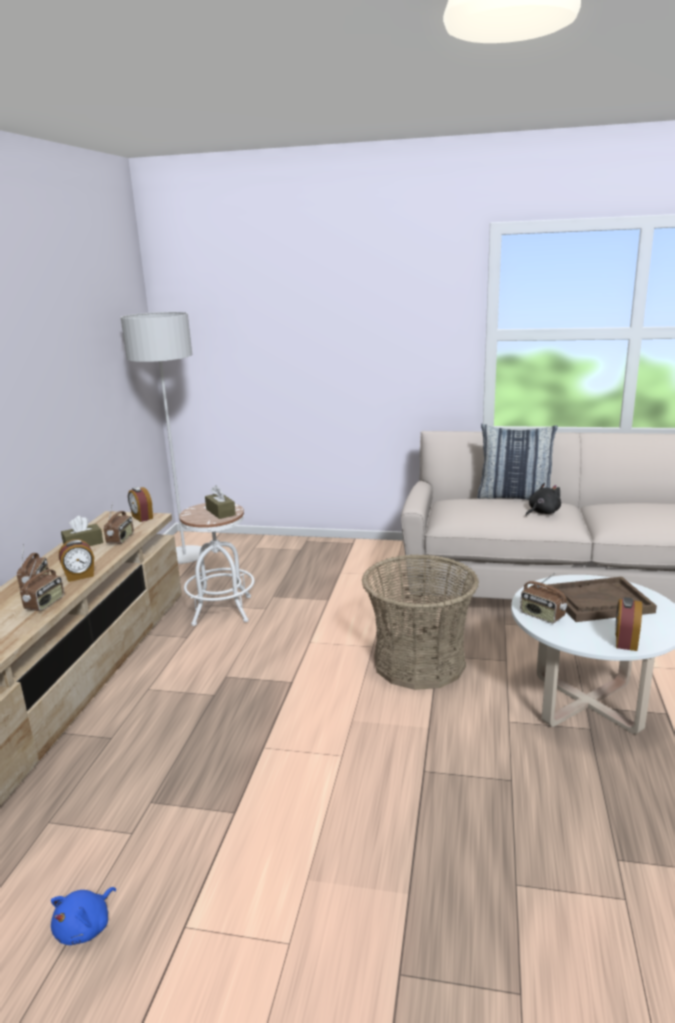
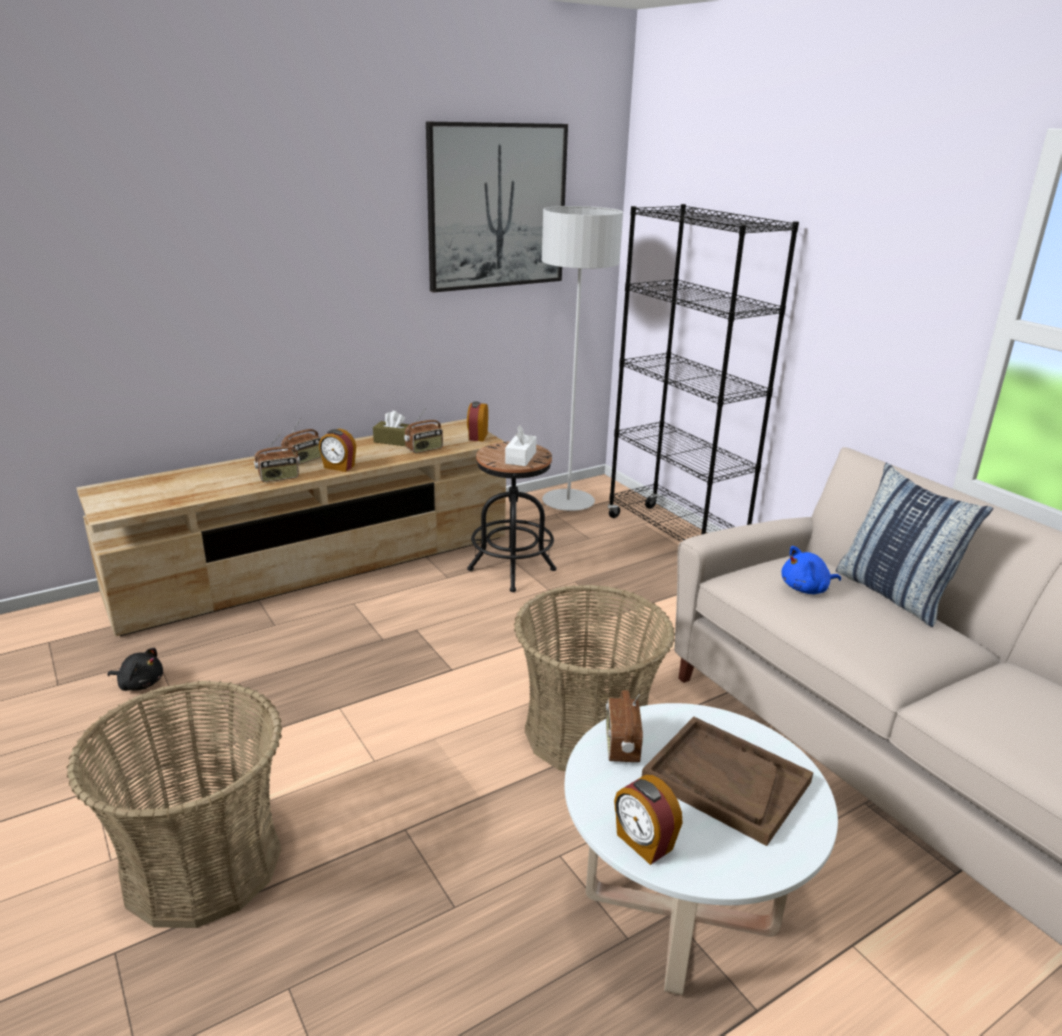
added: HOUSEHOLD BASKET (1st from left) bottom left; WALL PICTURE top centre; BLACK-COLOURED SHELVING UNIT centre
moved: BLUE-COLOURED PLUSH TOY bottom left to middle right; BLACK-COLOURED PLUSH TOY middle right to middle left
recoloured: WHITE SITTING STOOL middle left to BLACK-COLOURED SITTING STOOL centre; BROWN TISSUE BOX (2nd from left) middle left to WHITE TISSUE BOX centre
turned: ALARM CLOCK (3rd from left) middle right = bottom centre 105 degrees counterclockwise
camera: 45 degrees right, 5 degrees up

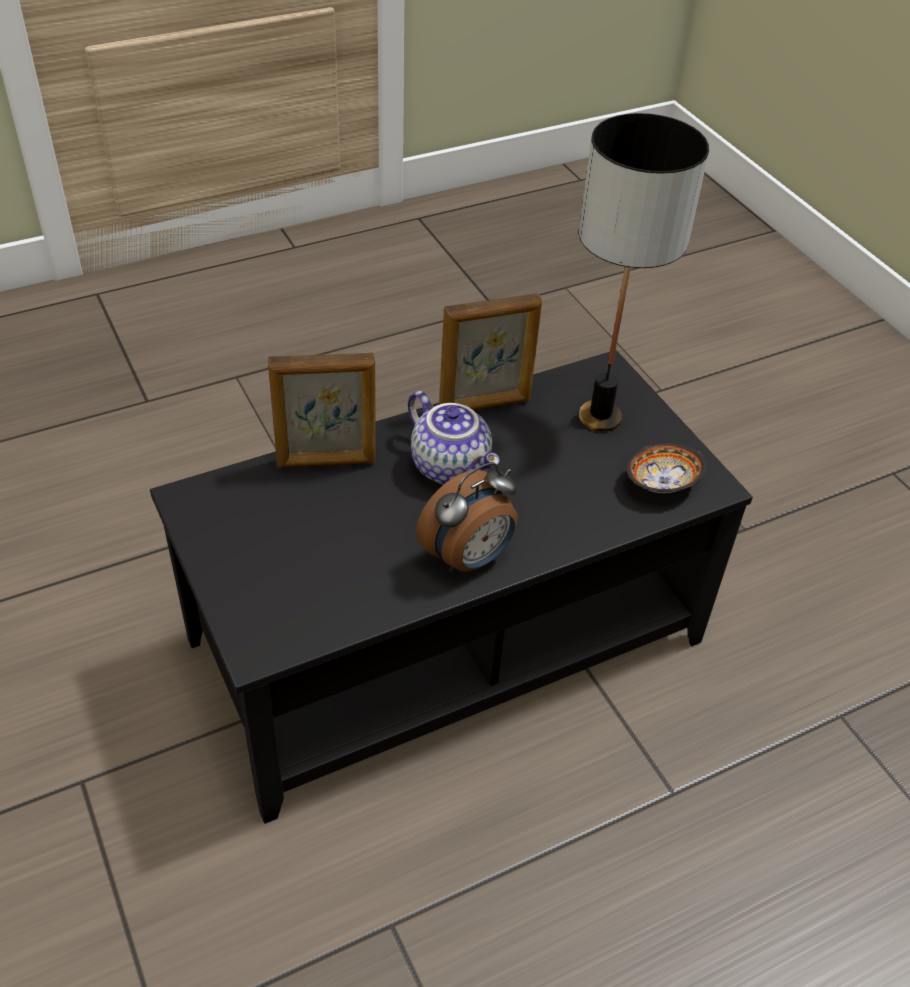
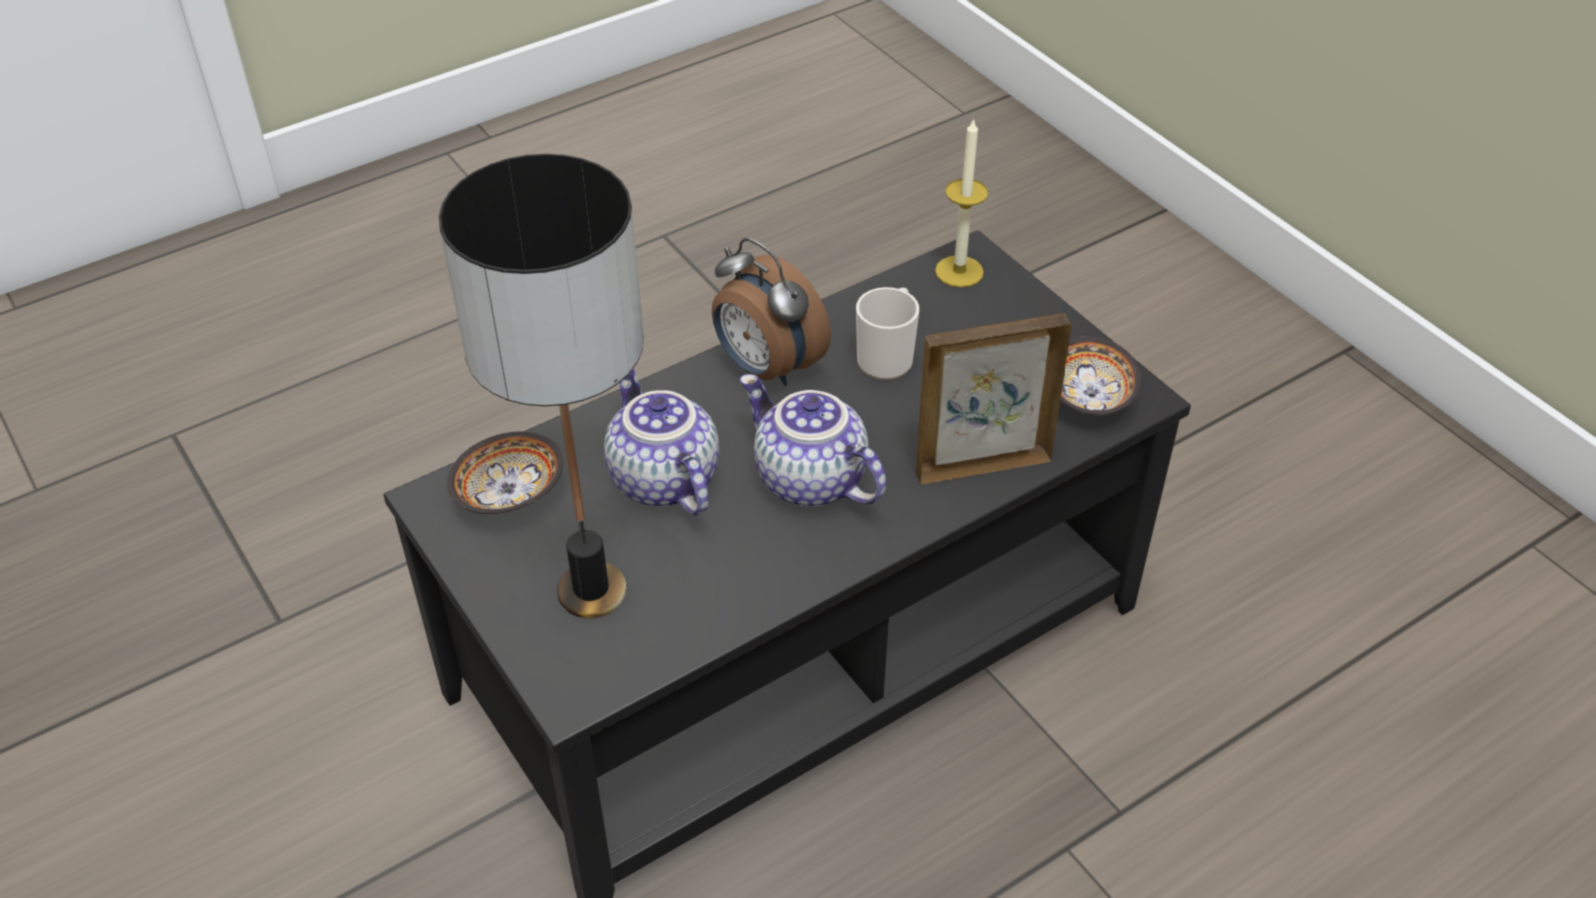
removed: PHOTO FRAME (2nd from left) centre
added: POT FOR TEA (1st from left) centre; MUG centre; WAX CANDLE top centre; BOWL (2nd from left) middle right
turned: ALARM CLOCK centre = centre 90 degrees counterclockwise
camera: 175 degrees right, 0 degrees up

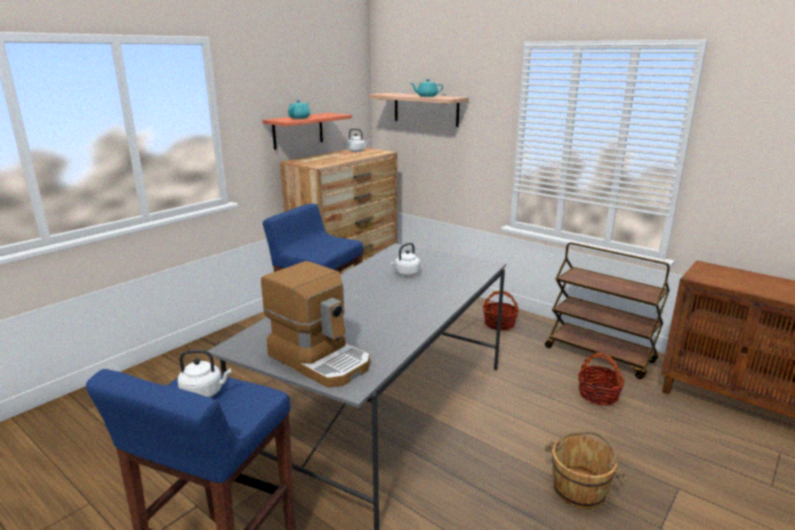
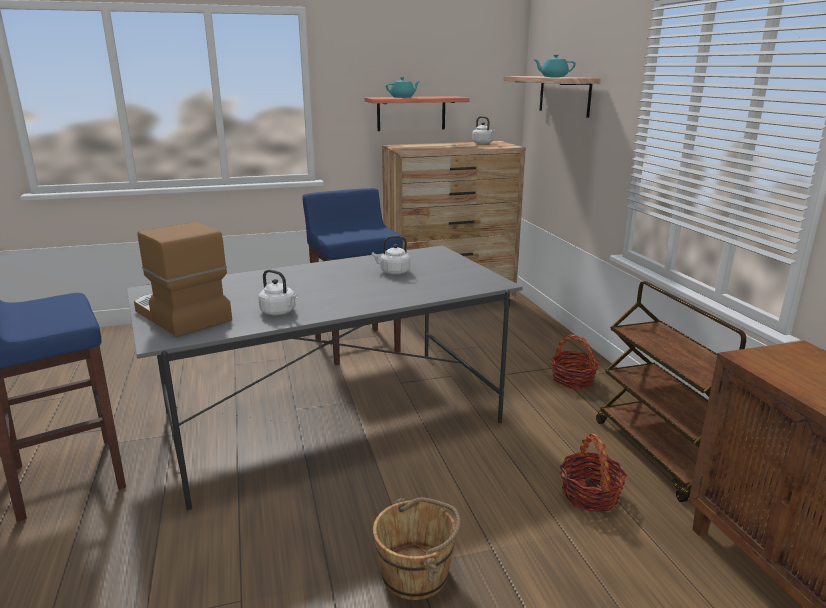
moved: WHITE WATER KETTLE (1st from left) bottom left to centre
turned: COFFEE MACHINE centre = middle left 150 degrees clockwise
camera: 35 degrees right, 0 degrees up

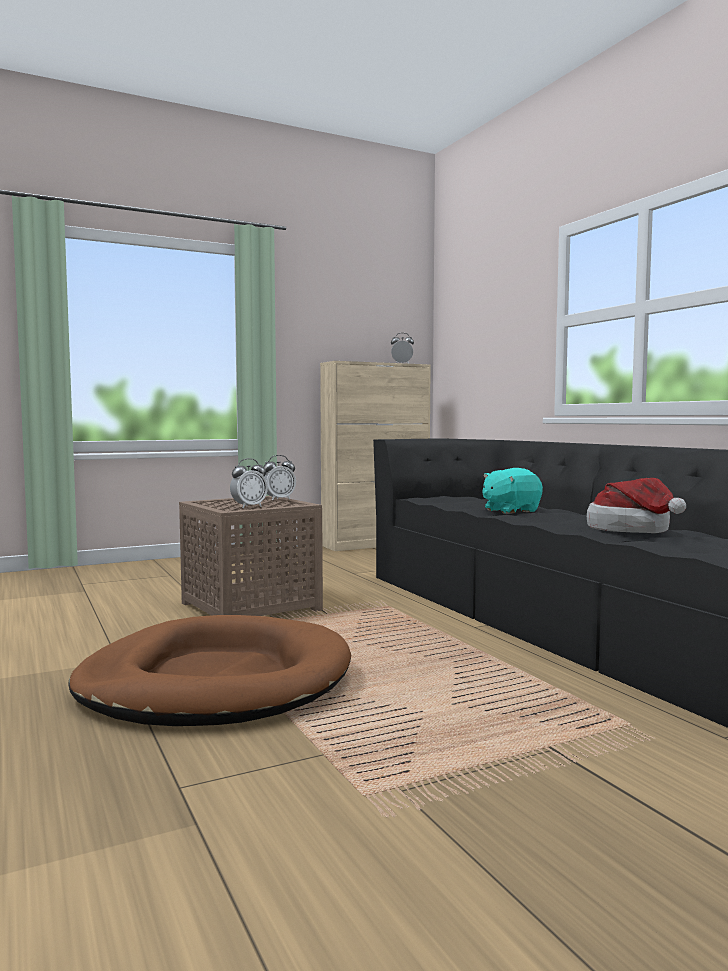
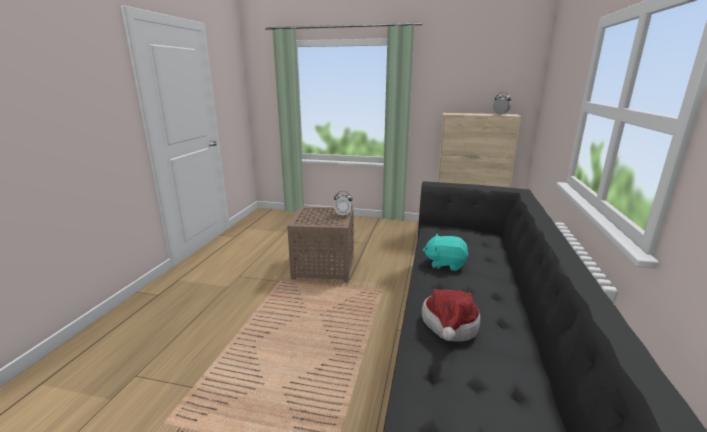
removed: BROWN PET BED bottom left; ALARM CLOCK (1st from left) centre
camera: 40 degrees right, 15 degrees up

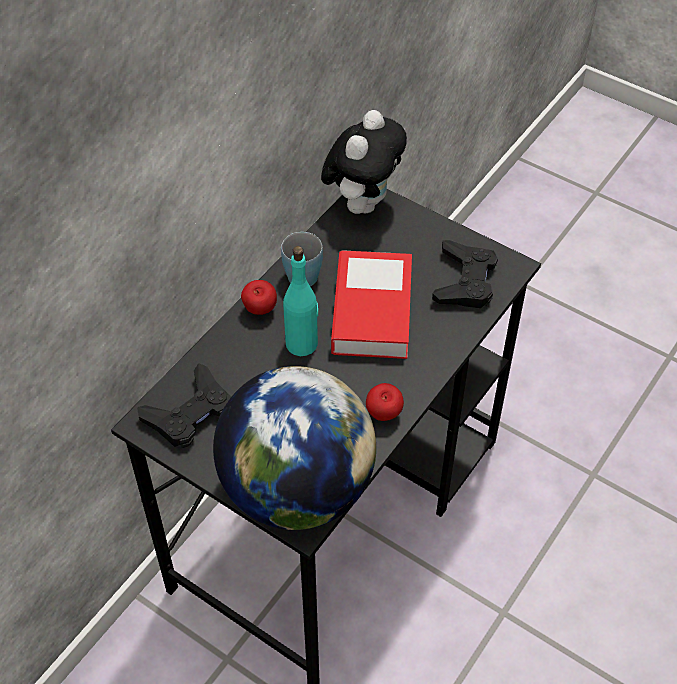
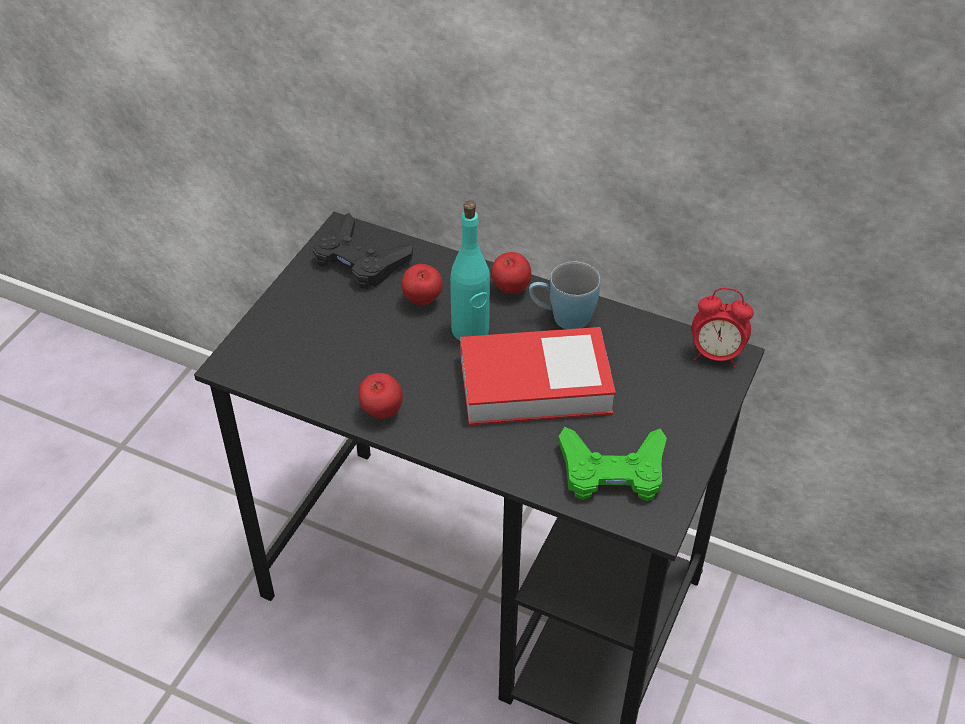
removed: WORLD GLOBE centre
added: APPLE (2nd from left) centre
replaced: PLUSH TOY top centre to ALARM CLOCK middle right
recoloured: BLACK-COLOURED GAMEPAD (2nd from left) middle right to GREENISH GAMEPAD centre
camera: 80 degrees right, 5 degrees down

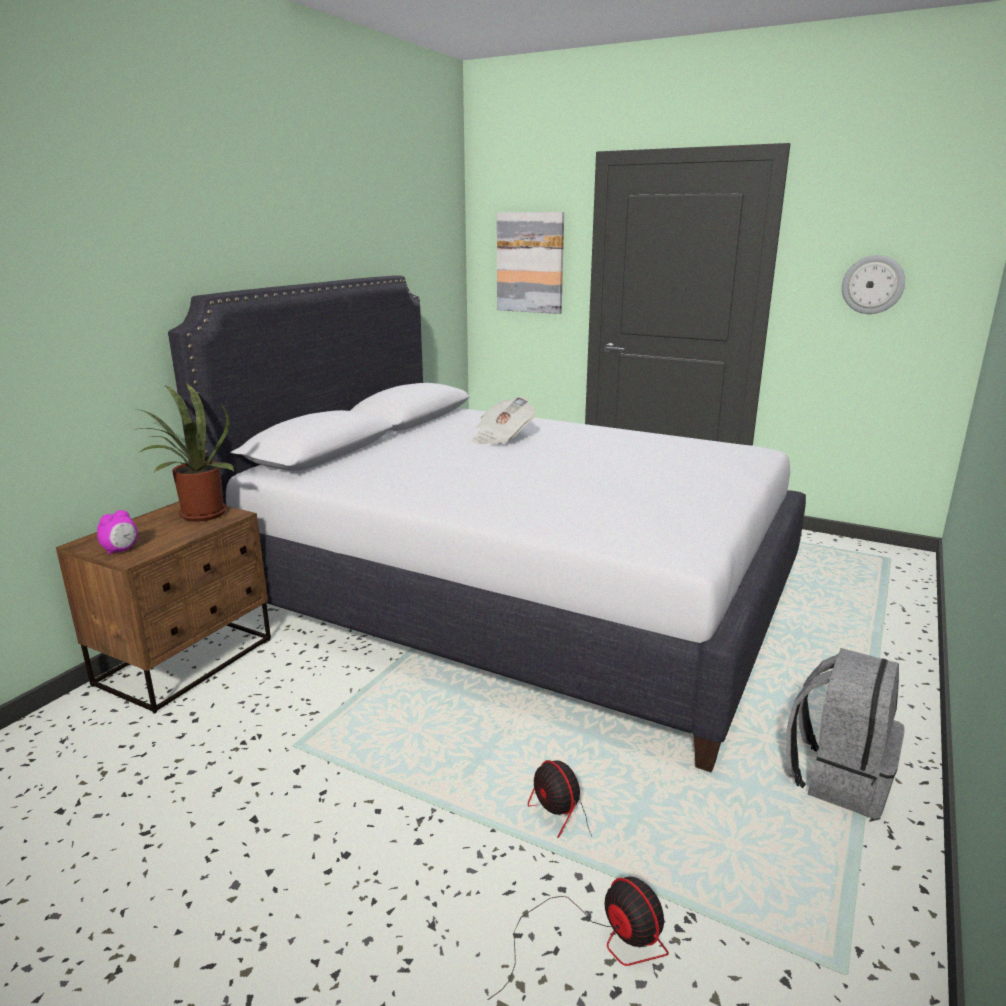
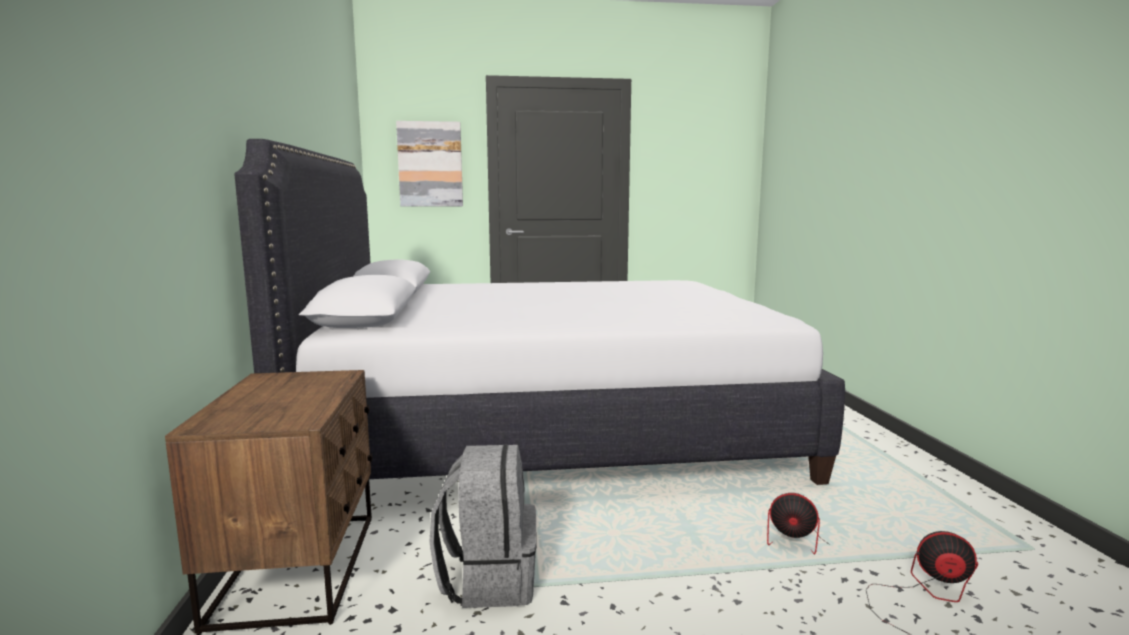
removed: ALARM CLOCK middle left; HOUSEPLANT middle left; PRINTED PAPER centre; WALL CLOCK top right
moved: GRAY KNAPSACK bottom right to bottom centre
camera: 35 degrees left, 10 degrees down

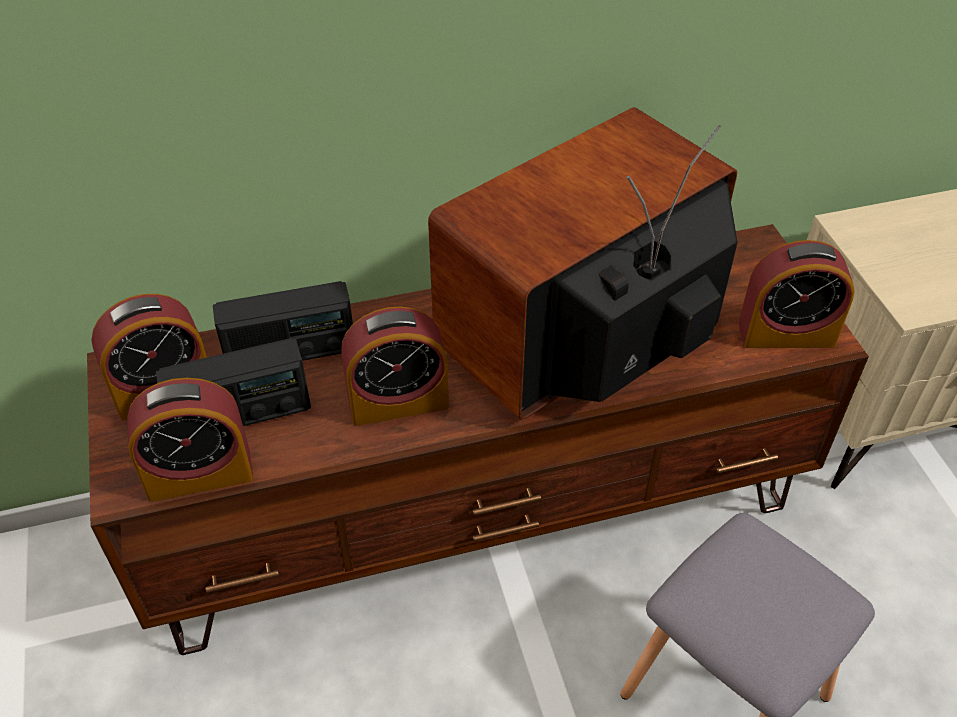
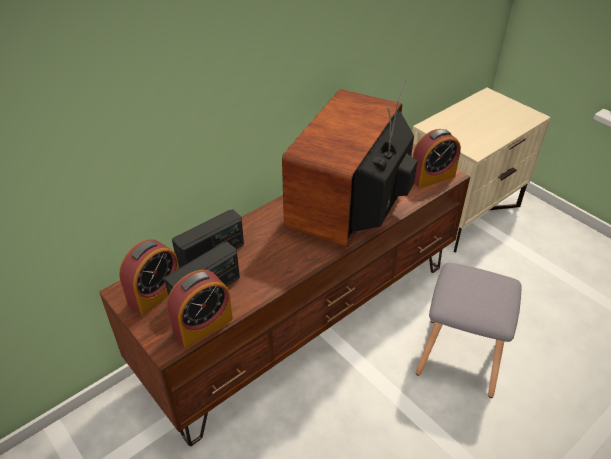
removed: ALARM CLOCK (3rd from left) centre
camera: 25 degrees left, 5 degrees down

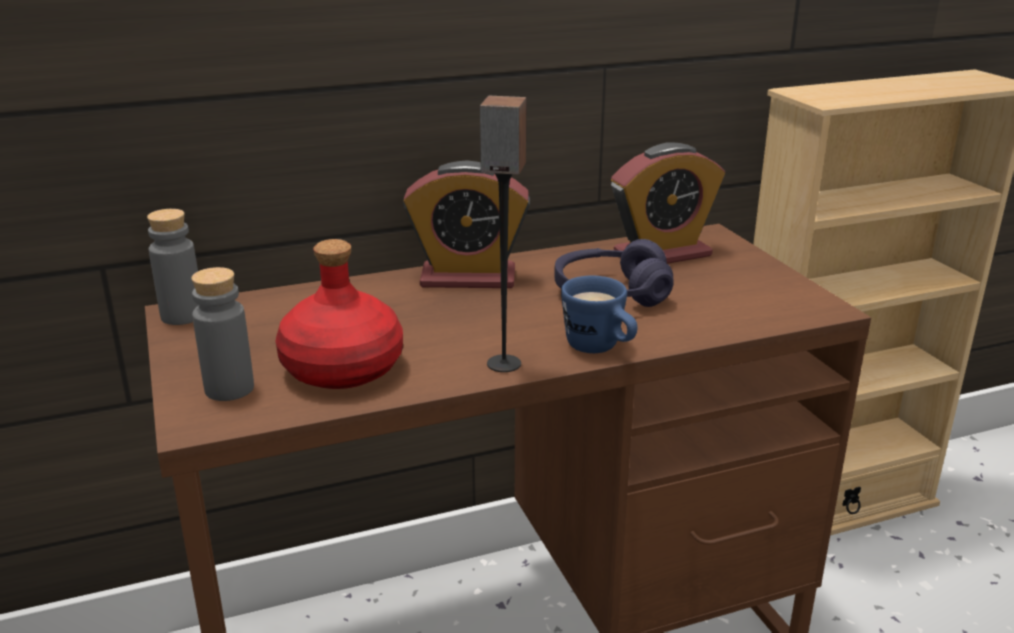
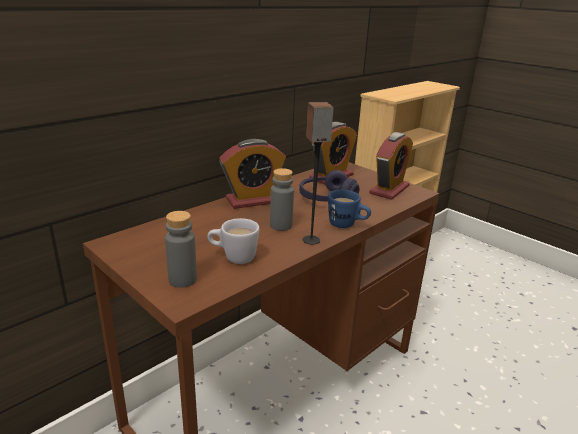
added: ALARM CLOCK (3rd from left) middle right
moved: GRAY DRINK BOTTLE (1st from left in the first image) middle left to GRAY DRINK BOTTLE (2nd from left) centre
replaced: RED-COLOURED DRINK BOTTLE centre to WHITE MUG centre
camera: 25 degrees left, 0 degrees up

